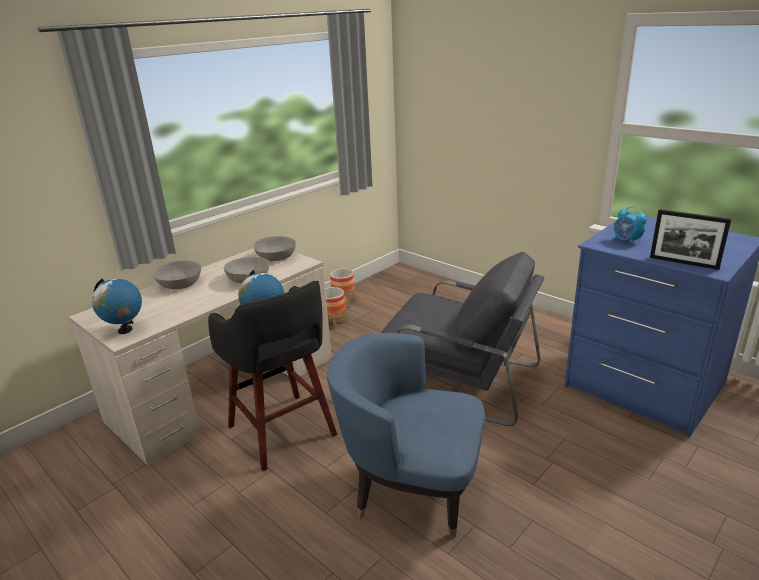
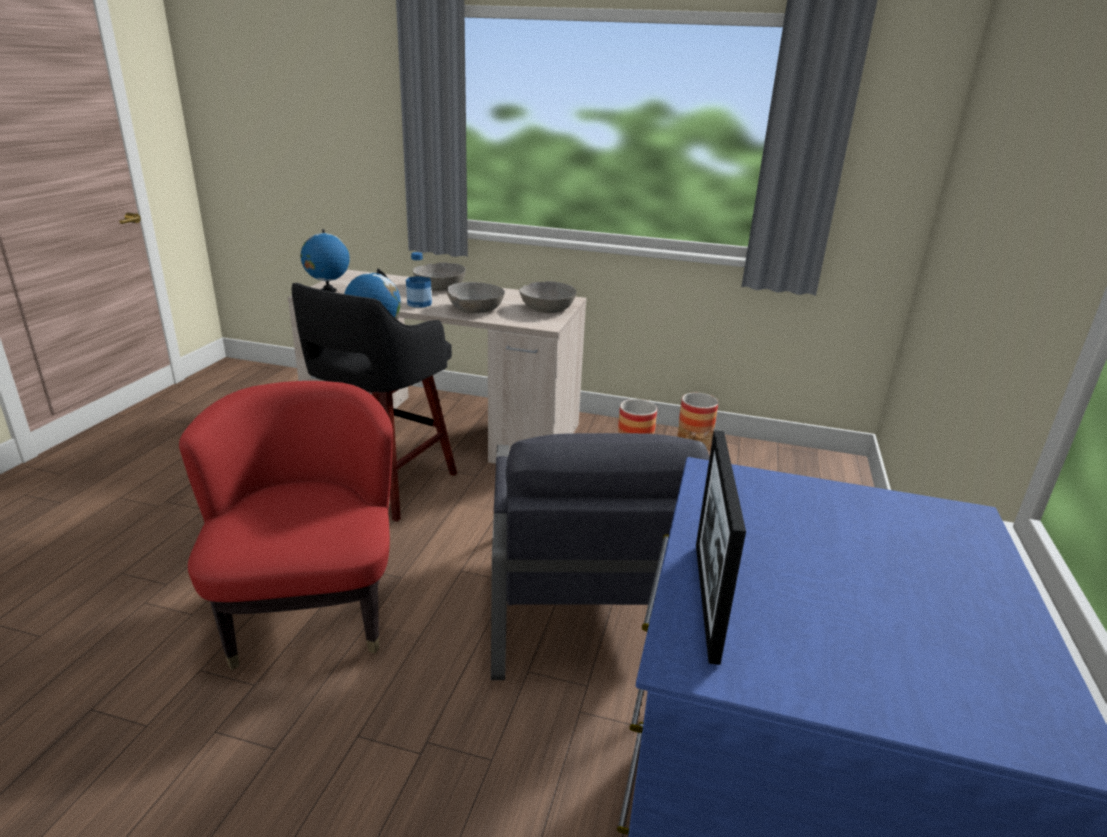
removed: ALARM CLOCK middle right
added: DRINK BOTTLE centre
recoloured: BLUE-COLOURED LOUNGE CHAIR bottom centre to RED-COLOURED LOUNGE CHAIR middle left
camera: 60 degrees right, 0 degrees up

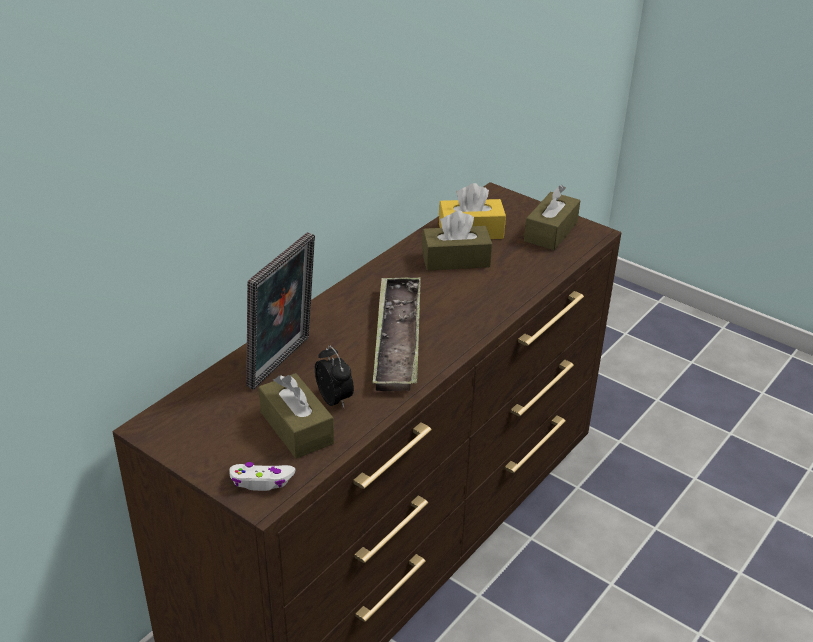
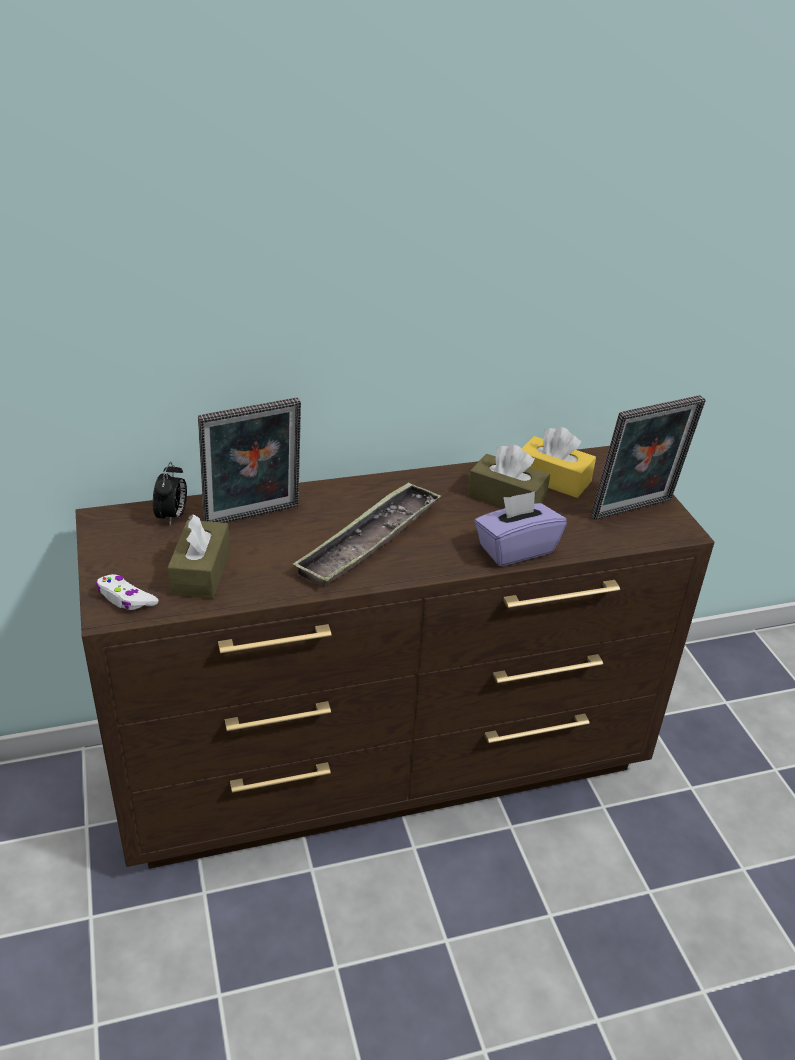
added: PURPLE TISSUE BOX centre
moved: ALARM CLOCK centre to middle left
replaced: BROWN TISSUE BOX (3rd from left) middle right to PHOTO FRAME (2nd from left) middle right
camera: 35 degrees right, 0 degrees up

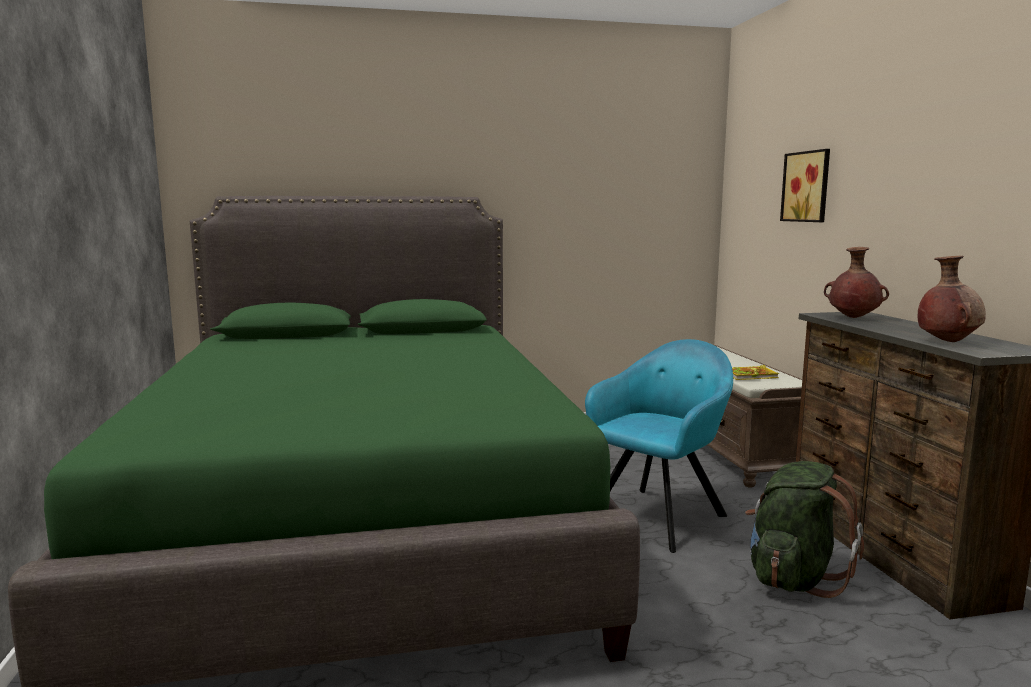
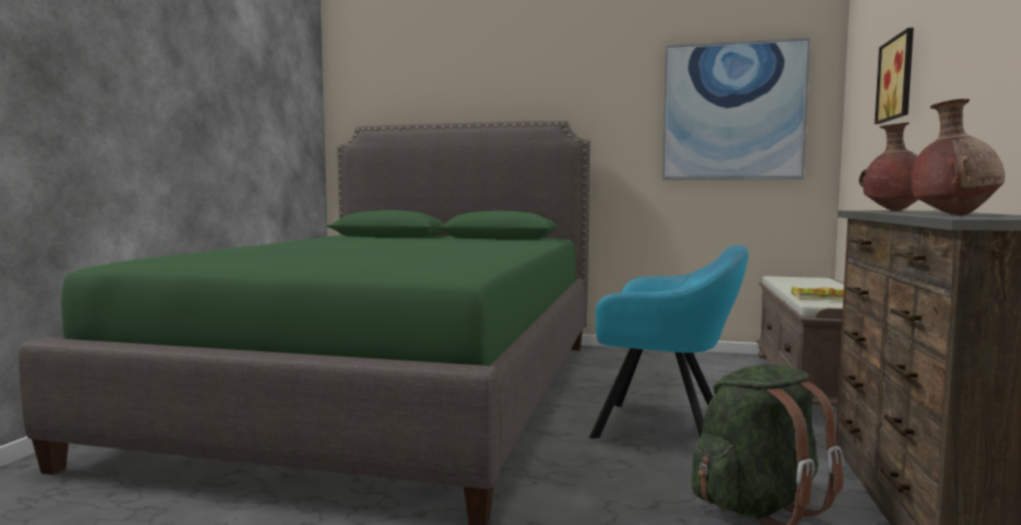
added: WALL PICTURE (1st from left) top right
turned: TURQUOISE-COLOURED LOUNGE CHAIR centre = centre 45 degrees clockwise
camera: 25 degrees right, 5 degrees down

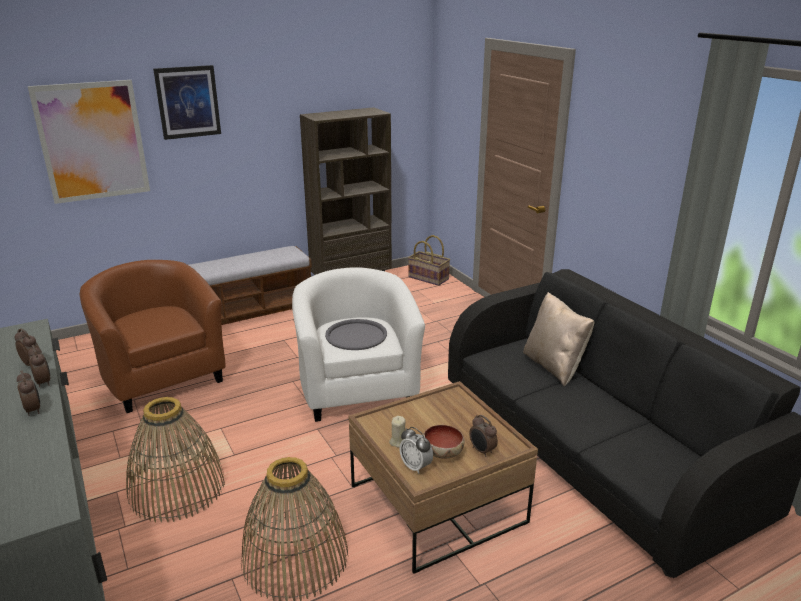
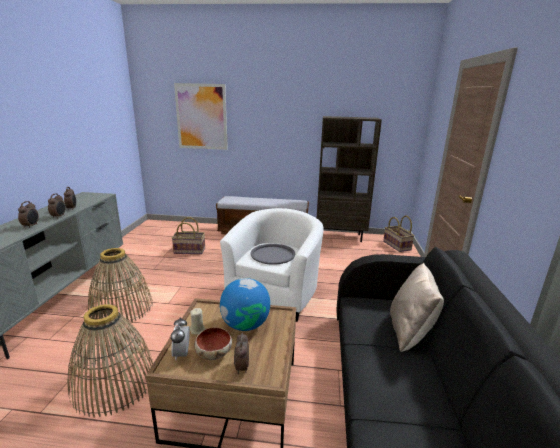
removed: WALL PICTURE (2nd from left) top left
added: WORLD GLOBE bottom centre
replaced: BROWN LOUNGE CHAIR middle left to HOUSEHOLD BASKET (3rd from left) centre
camera: 35 degrees right, 5 degrees down

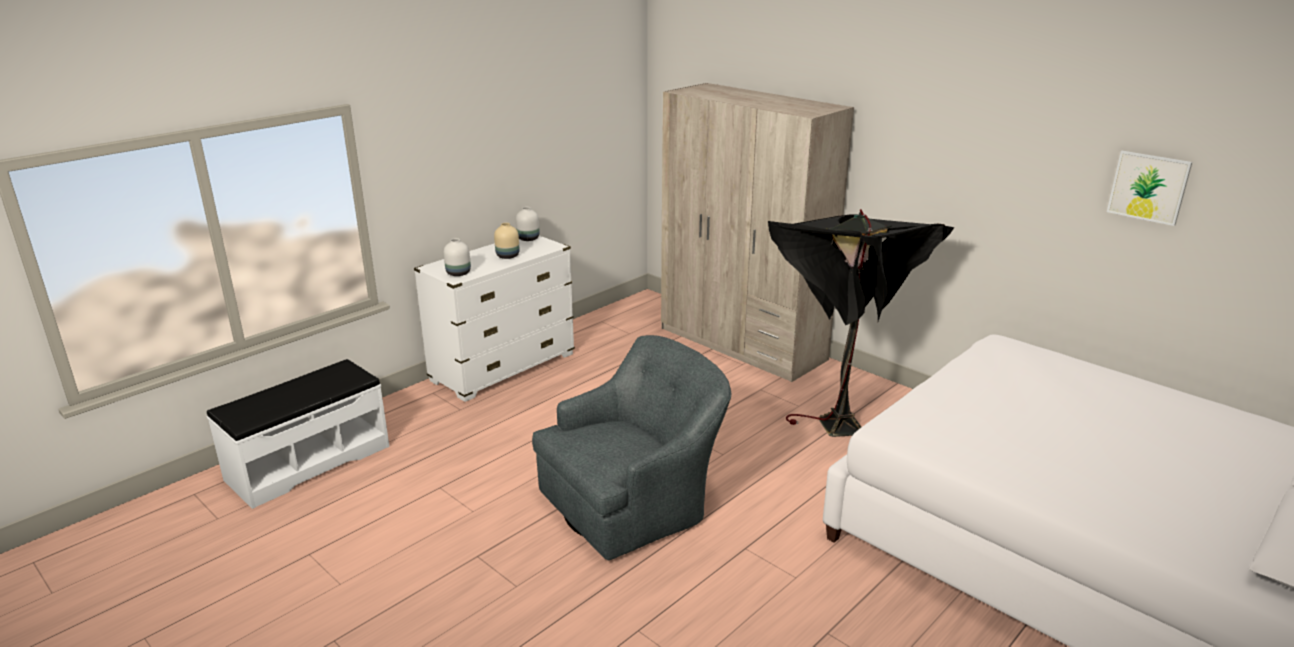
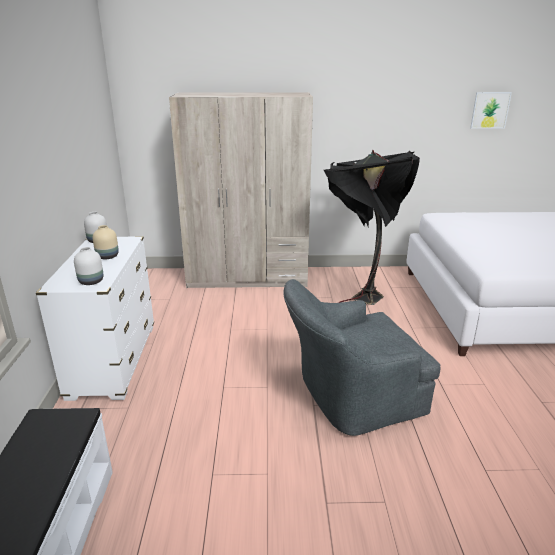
turned: GRAY LOUNGE CHAIR bottom centre = centre 120 degrees counterclockwise
camera: 45 degrees left, 0 degrees up

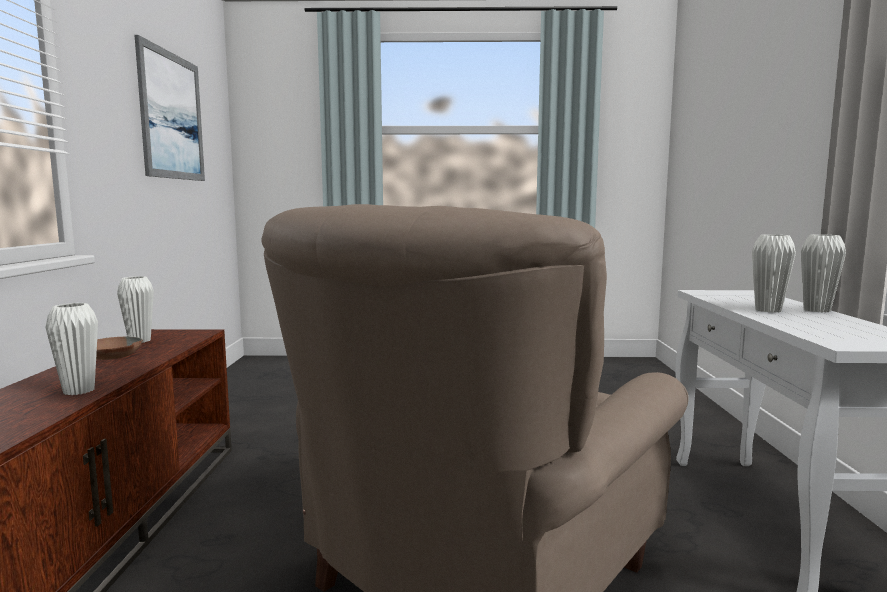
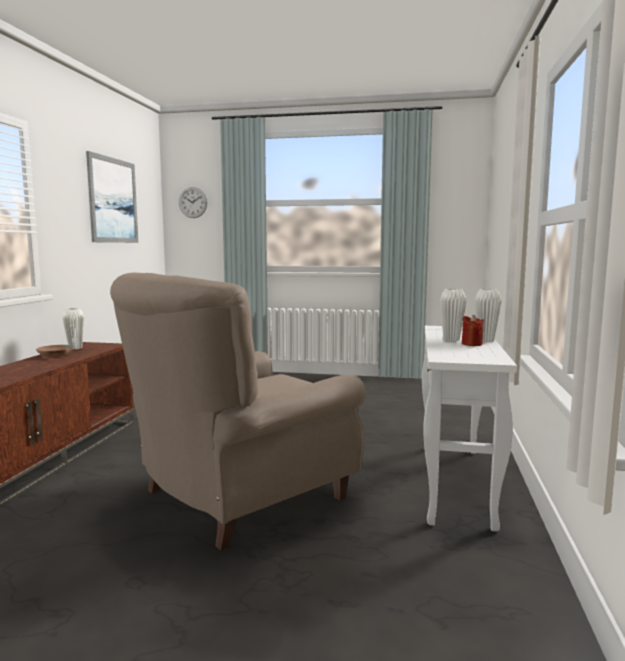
removed: WHITE FLOWER VASE (1st from left) middle left
added: WALL CLOCK top left; RED-COLOURED WAX CANDLE middle right
camera: 10 degrees right, 0 degrees up

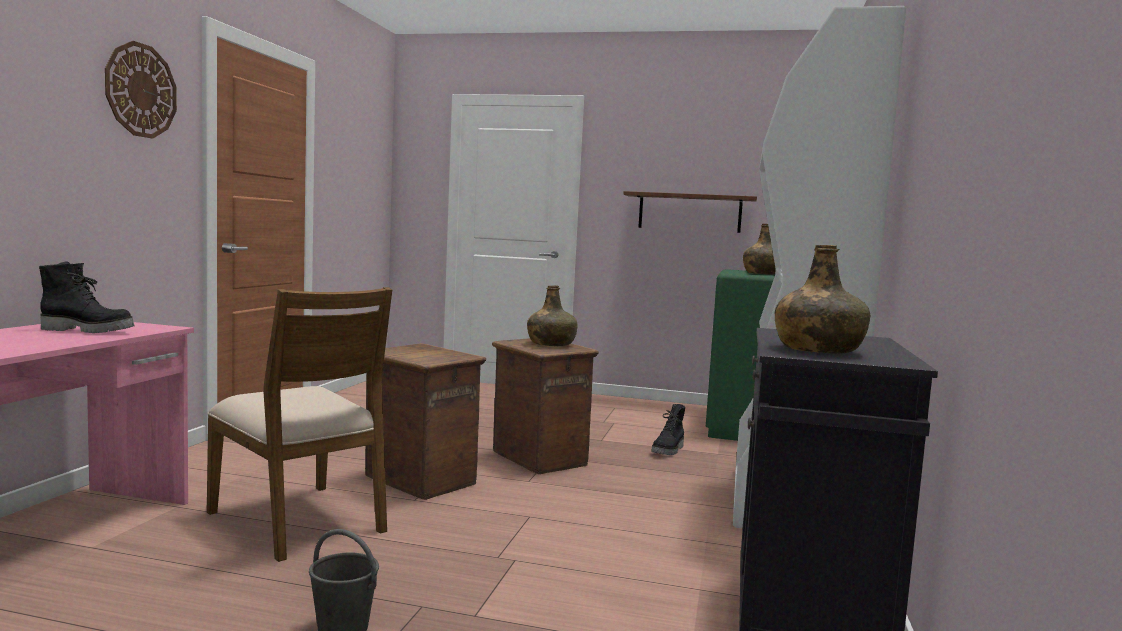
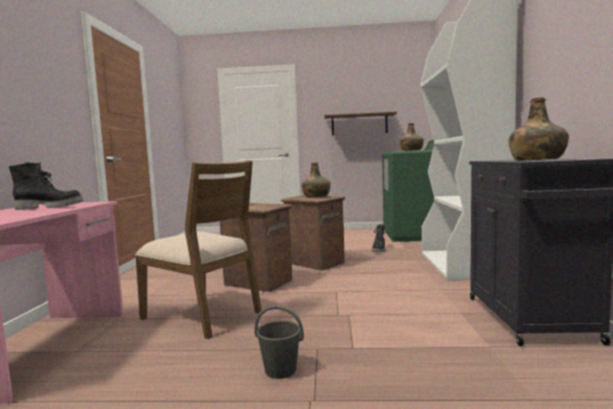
removed: WALL CLOCK top left
camera: 10 degrees left, 0 degrees up

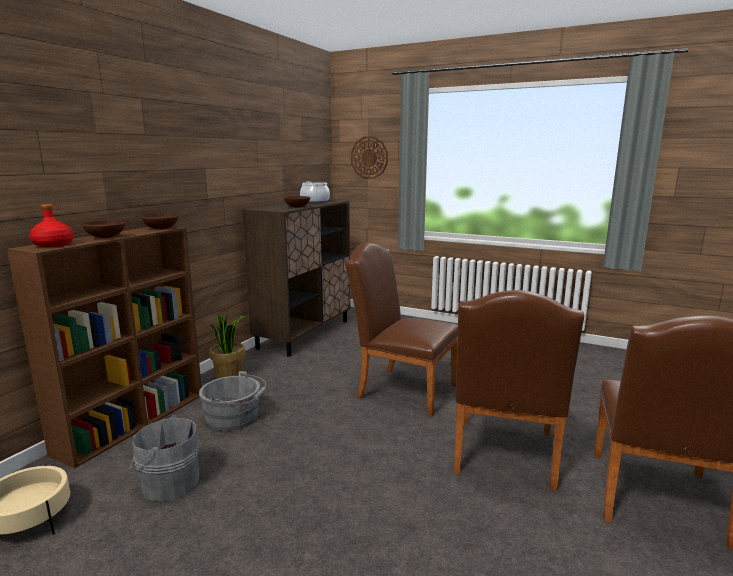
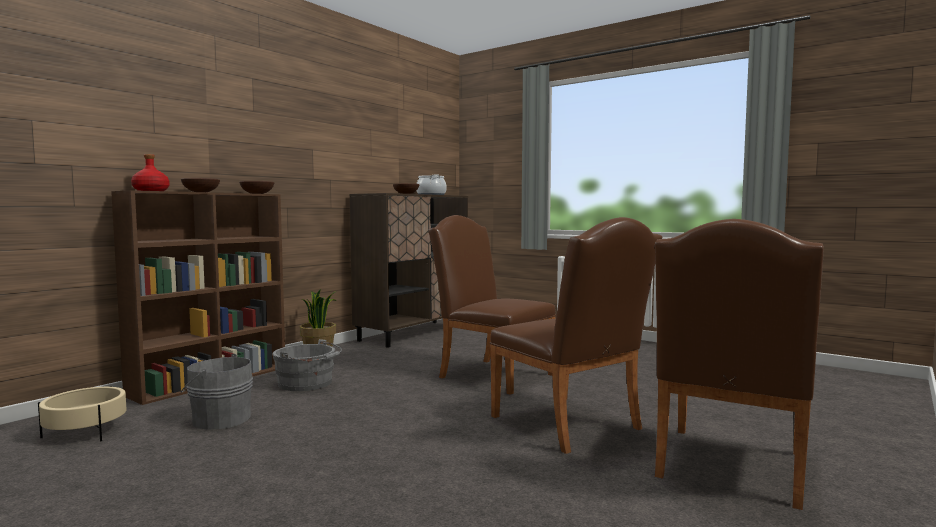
removed: WALL CLOCK top centre
turned: BROWN UPRIGHT CHAIR (2nd from left) bottom right = centre 60 degrees counterclockwise
camera: 10 degrees right, 10 degrees down

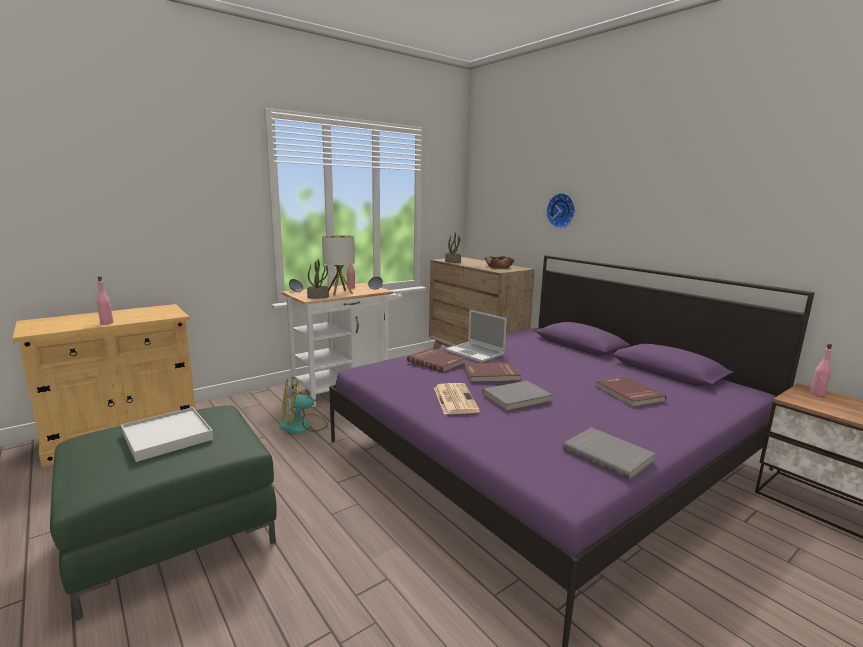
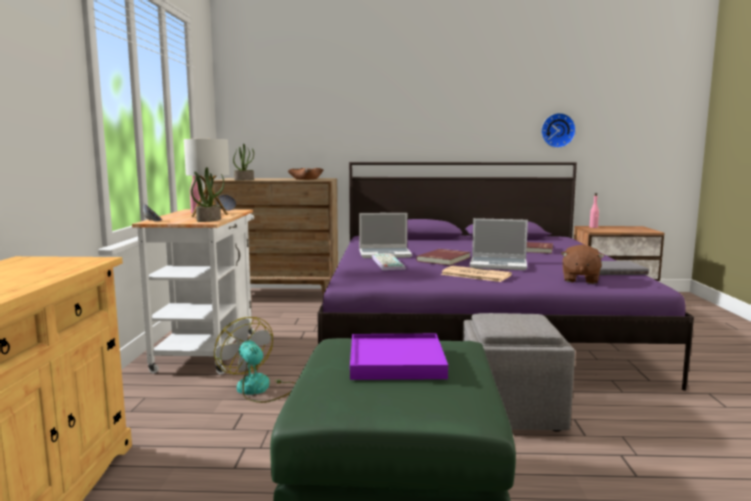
removed: PINK DRINK BOTTLE (1st from left) middle left
added: GRAY FOOTREST bottom right; BROWN PLUSH TOY middle right
moved: WALL CLOCK top centre to top right
replaced: RED-COLOURED BOUND BOOK (1st from left) centre to PC KEYBOARD centre; GRAY BOUND BOOK (1st from left) centre to NOTEBOOK COMPUTER (2nd from left) centre
recoloured: WHITE CARRYING TRAY bottom left to PURPLE CARRYING TRAY bottom centre
turned: FAN centre = bottom centre 120 degrees clockwise
camera: 50 degrees left, 5 degrees down

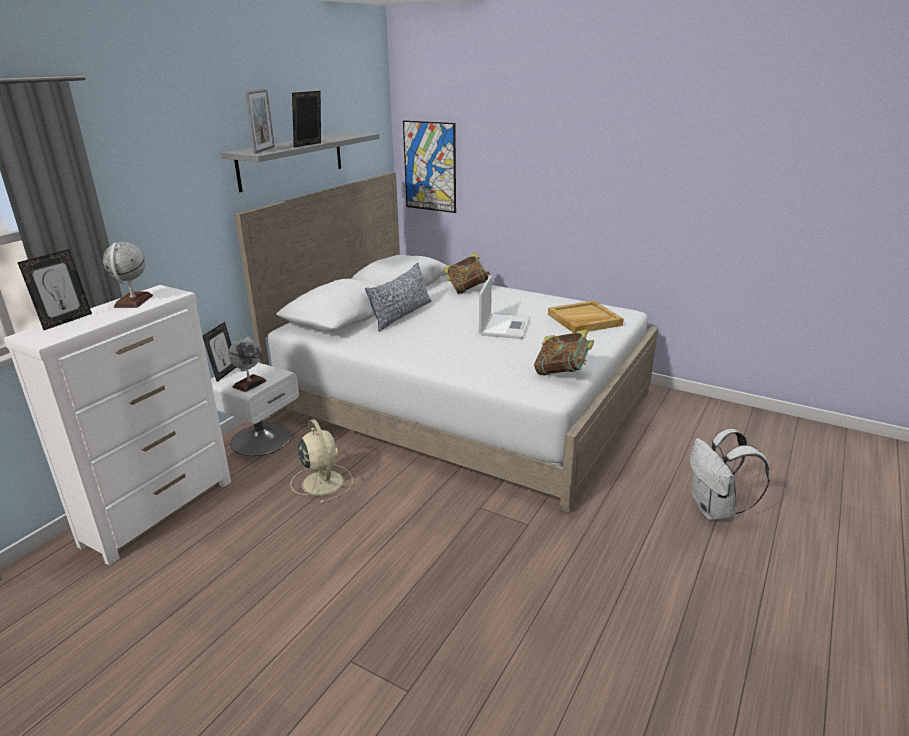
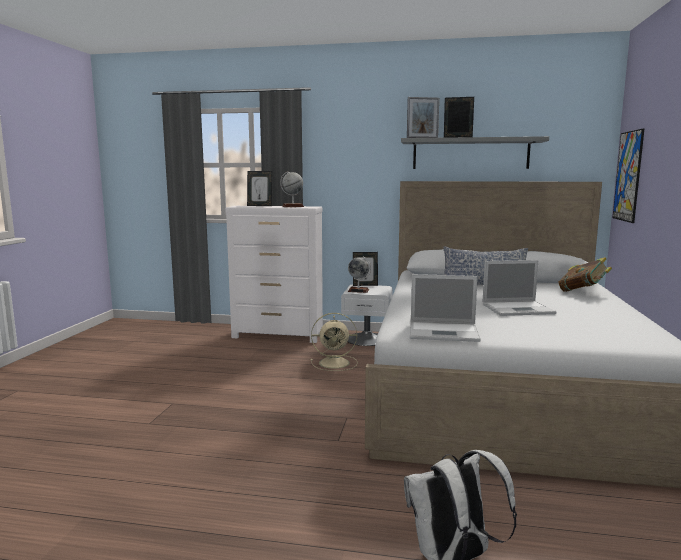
removed: BEIGE-COLOURED CARRYING TRAY centre
replaced: BOUND BOOK (2nd from left) centre to NOTEBOOK COMPUTER (1st from left) centre
turned: BEIGE-COLOURED FAN centre = centre 45 degrees clockwise
camera: 70 degrees right, 15 degrees down

